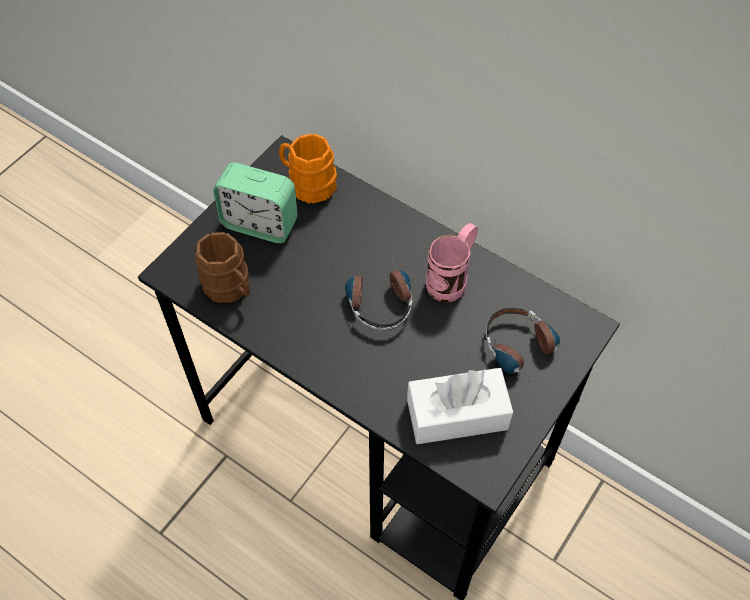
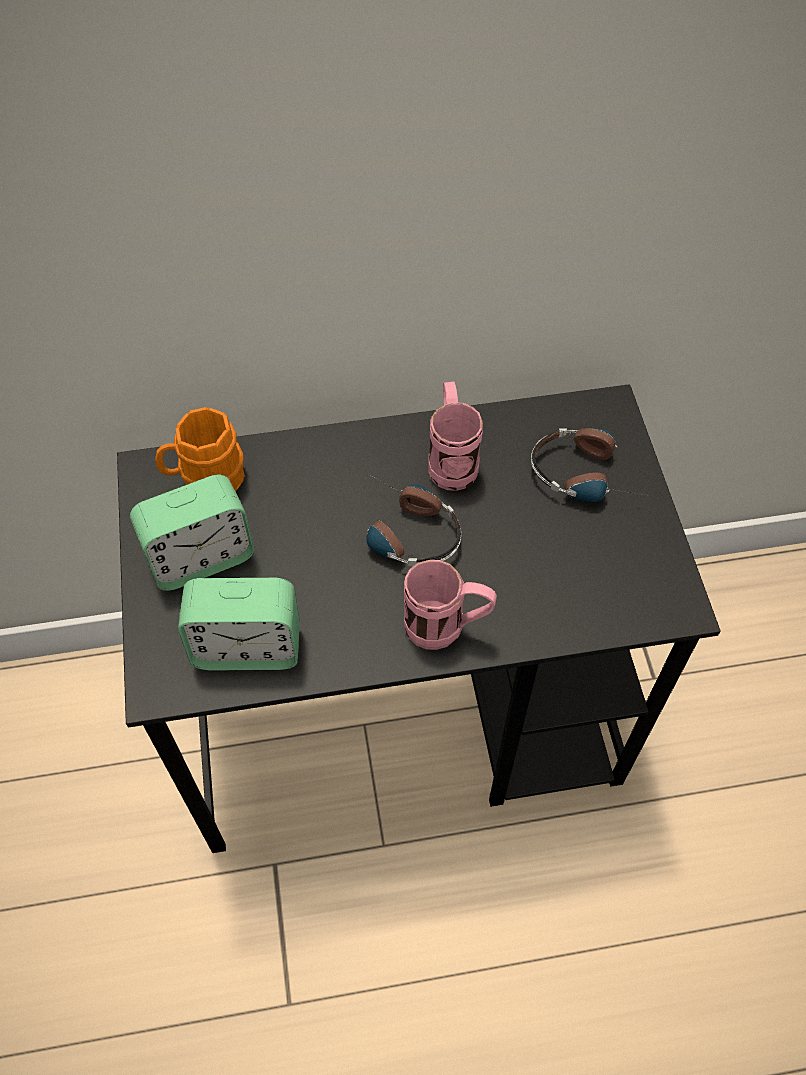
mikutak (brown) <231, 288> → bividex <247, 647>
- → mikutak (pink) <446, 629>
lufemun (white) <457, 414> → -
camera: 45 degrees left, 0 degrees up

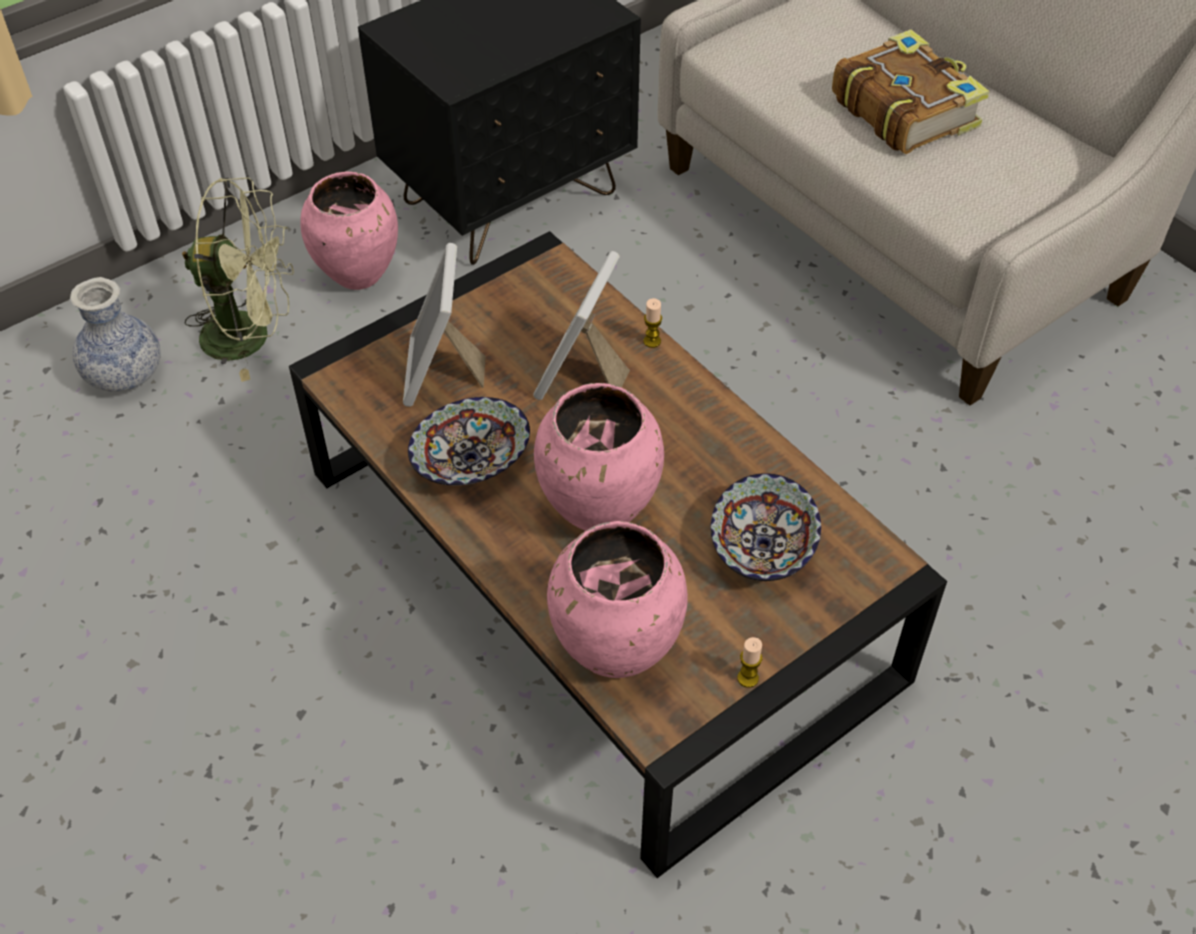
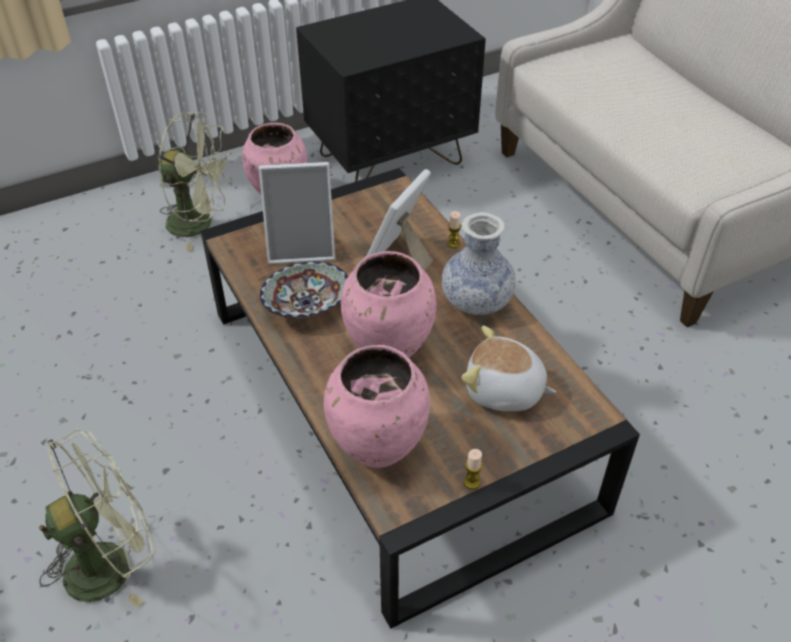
- → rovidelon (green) <111, 562>
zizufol <442, 373> → zizufol <302, 247>, 105 degrees counterclockwise
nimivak <124, 374> → nimivak <476, 301>, shifted
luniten <764, 547> → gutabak <504, 391>
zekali <904, 110> → -
camera: 10 degrees right, 5 degrees down

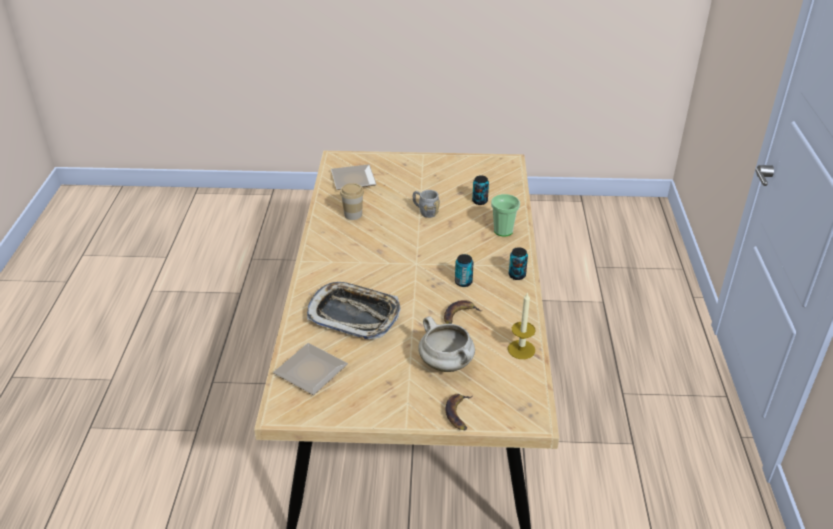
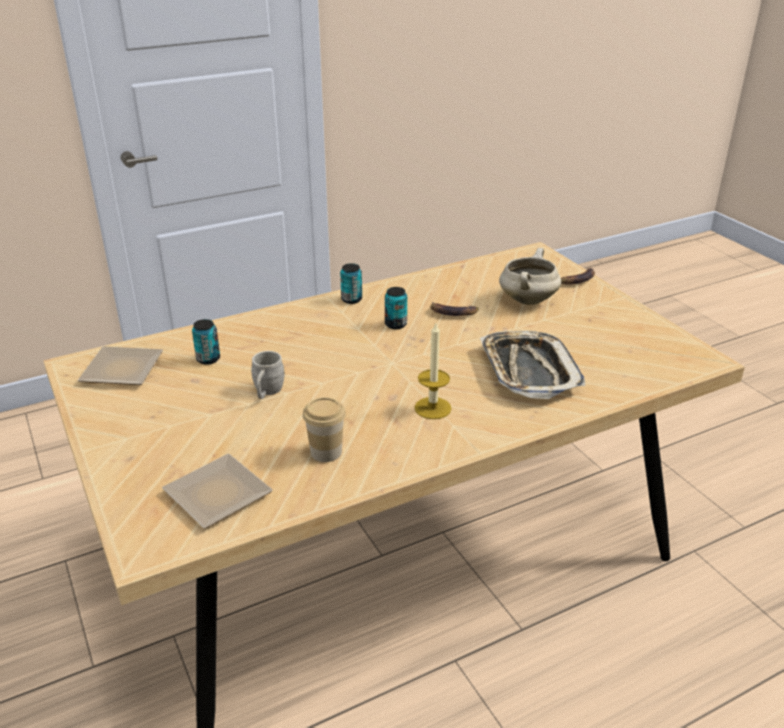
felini <313, 371> → felini <121, 368>, shifted
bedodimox <521, 349> → bedodimox <432, 408>, shifted
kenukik <503, 231> → -
camera: 120 degrees left, 5 degrees down

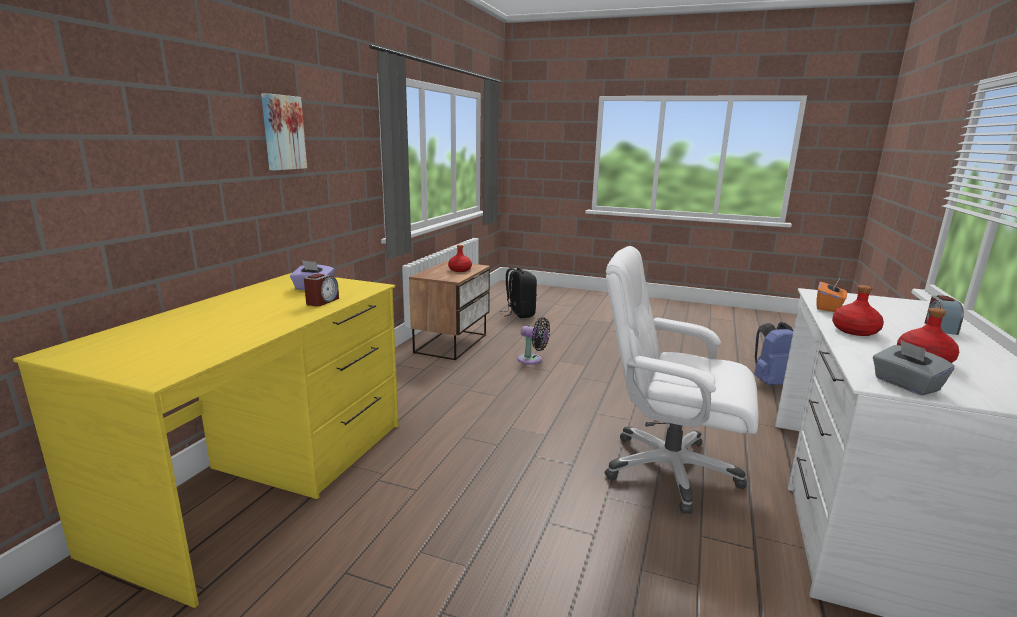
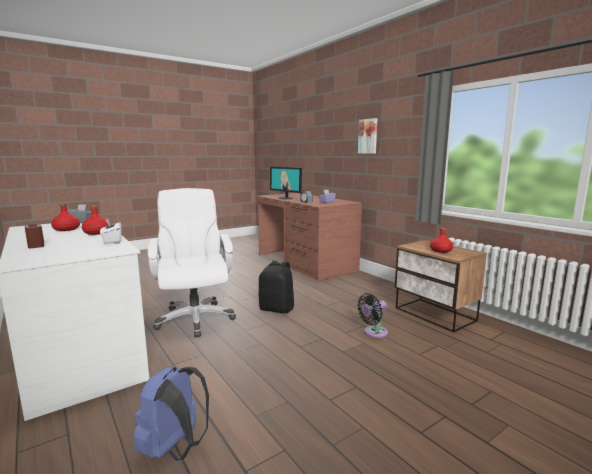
lufemun (orange) <828, 307> → lufemun (white) <112, 241>
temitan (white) <668, 469> → temitan (white) <195, 318>, 75 degrees counterclockwise
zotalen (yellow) <268, 479> → zotalen (brown) <305, 262>
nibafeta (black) <519, 314> → nibafeta (black) <277, 309>, shifted
- → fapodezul <286, 198>
camera: 125 degrees right, 5 degrees down

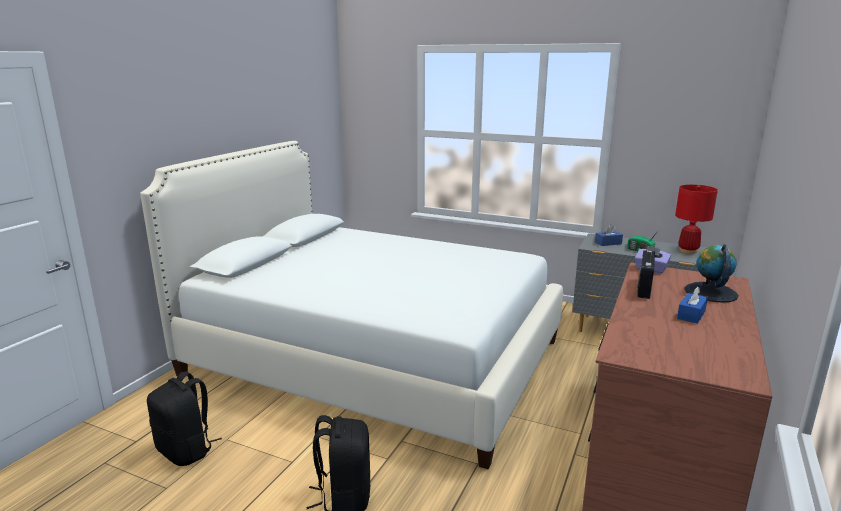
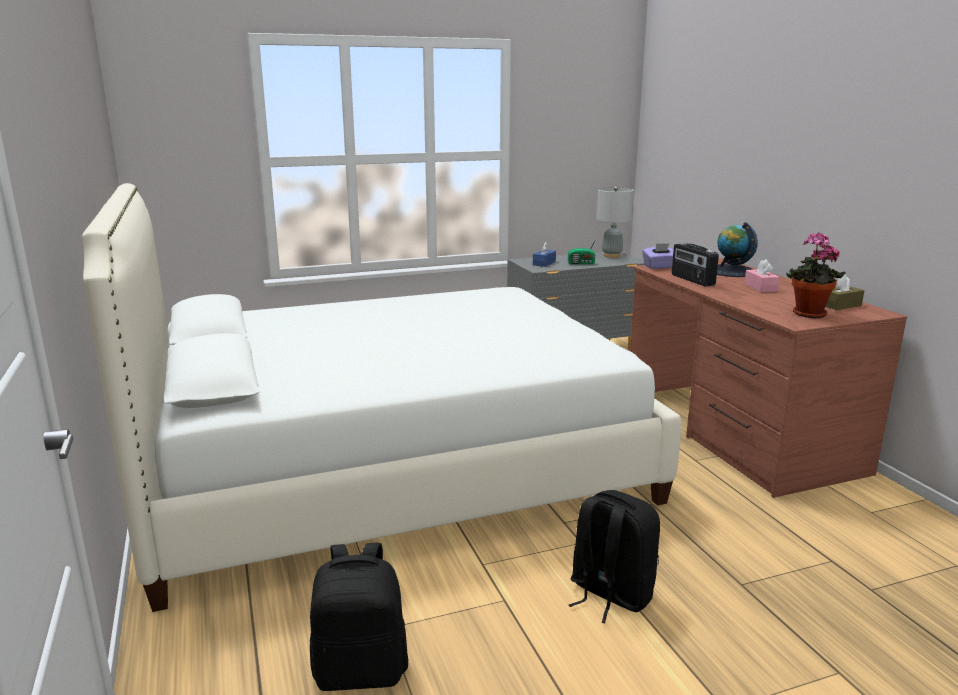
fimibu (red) <688, 251> → fimibu (grey) <611, 256>
lufemun (blue) <691, 315> → lufemun (pink) <760, 287>
- → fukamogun <808, 315>
- → lufemun (brown) <841, 305>
camera: 45 degrees left, 0 degrees up

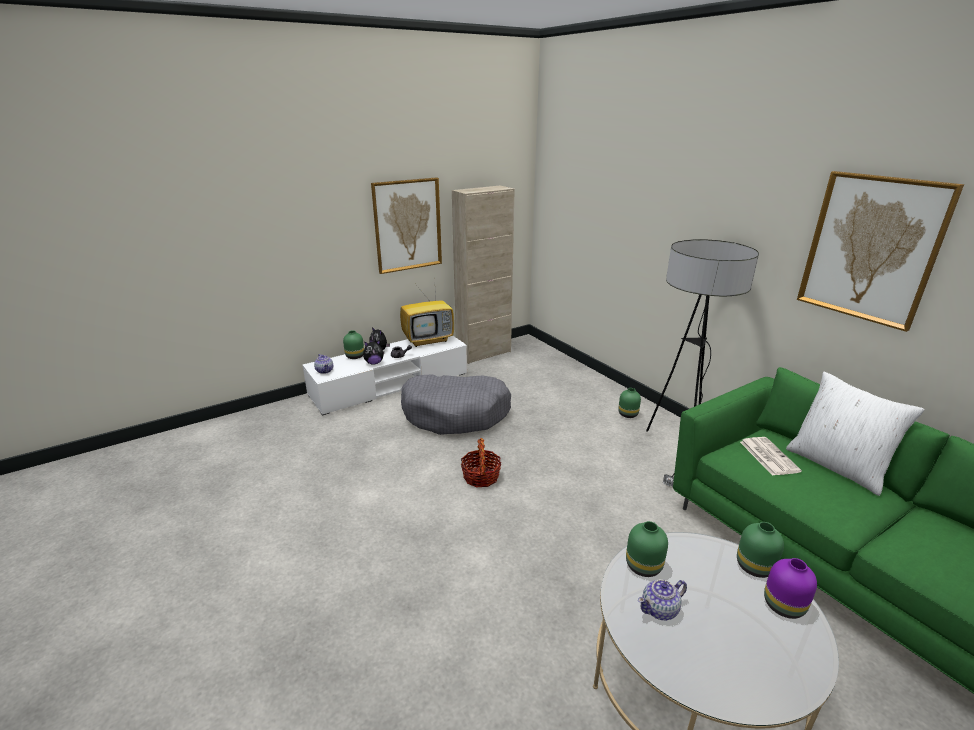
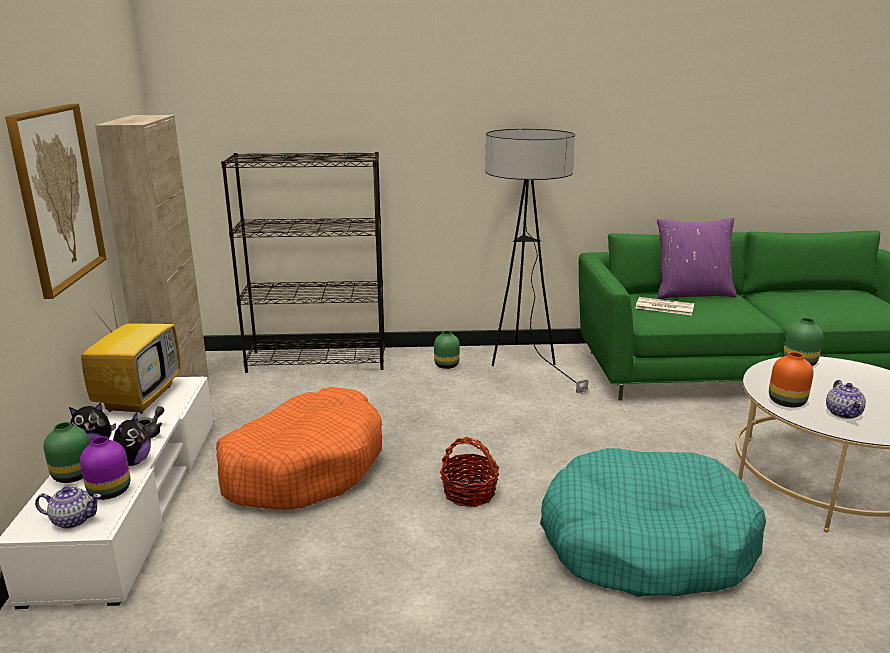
nimivak (purple) <784, 606> → nimivak (purple) <111, 491>, shifted
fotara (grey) <456, 414> → fotara (orange) <304, 466>
- → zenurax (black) <318, 360>
- → fotara (turquoise) <645, 543>
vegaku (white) <837, 466> → vegaku (purple) <692, 293>
nimivak (green) <643, 565> → nimivak (orange) <785, 402>
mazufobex <871, 249> → -
camera: 60 degrees left, 5 degrees down

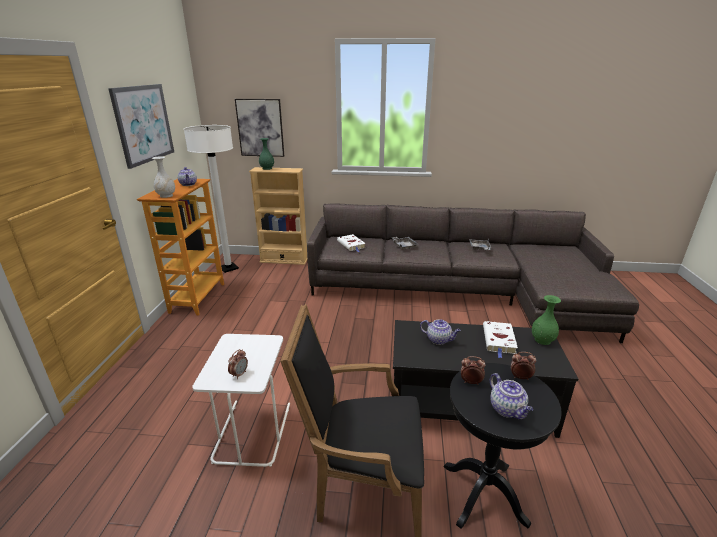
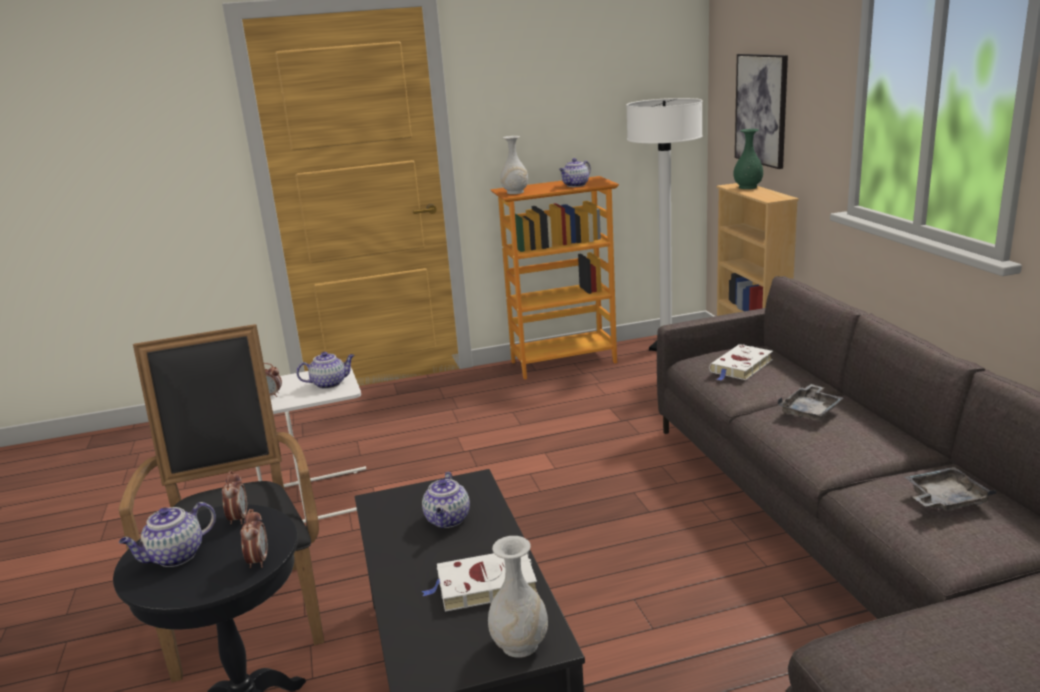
- → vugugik <329, 383>
nimivak (green) <542, 340> → nimivak (white) <520, 645>
mazufobex <143, 124> → -
camera: 70 degrees right, 5 degrees down

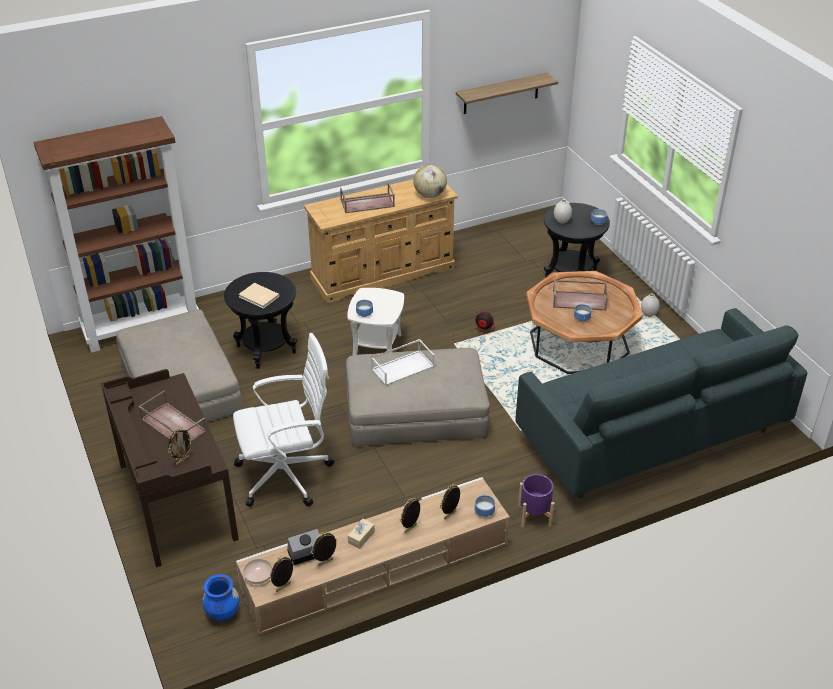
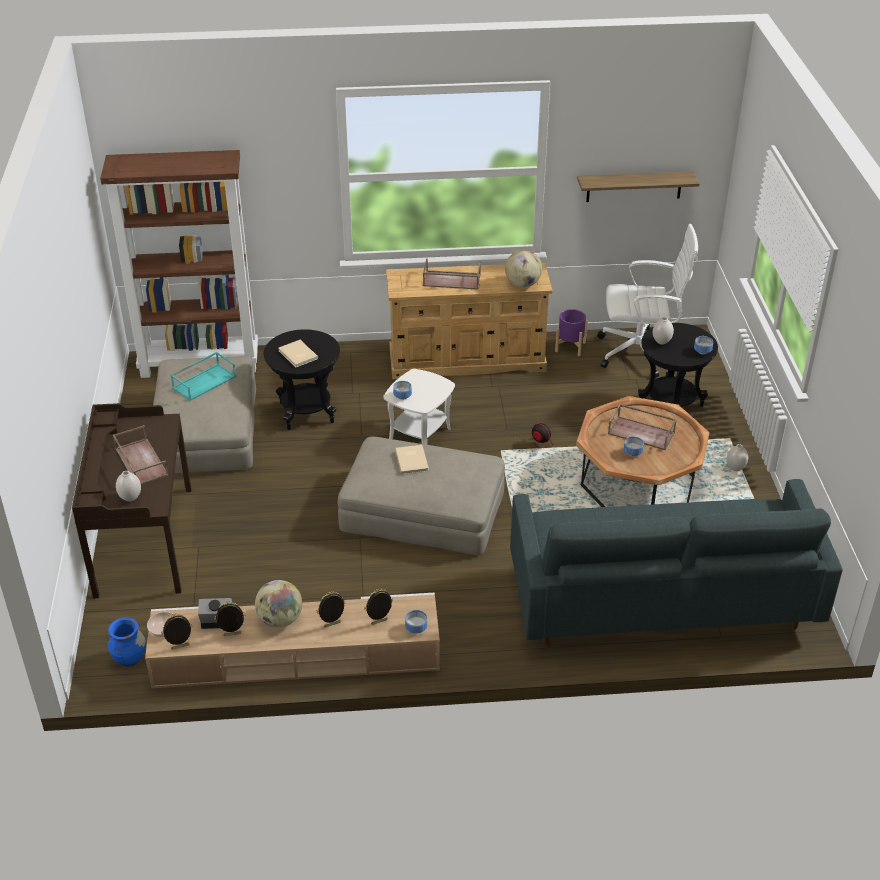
zizufol <182, 461> → nimivak (white) <130, 497>
- → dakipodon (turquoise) <204, 381>
lufemun (beige) <361, 537> → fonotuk <280, 620>
dakipodon (white) <403, 367> → zekali (beige) <412, 460>
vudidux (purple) <535, 515> → vudidux (purple) <570, 347>, shifted
temitan (white) <287, 475> → temitan (white) <641, 353>, shifted
camera: 20 degrees right, 0 degrees up

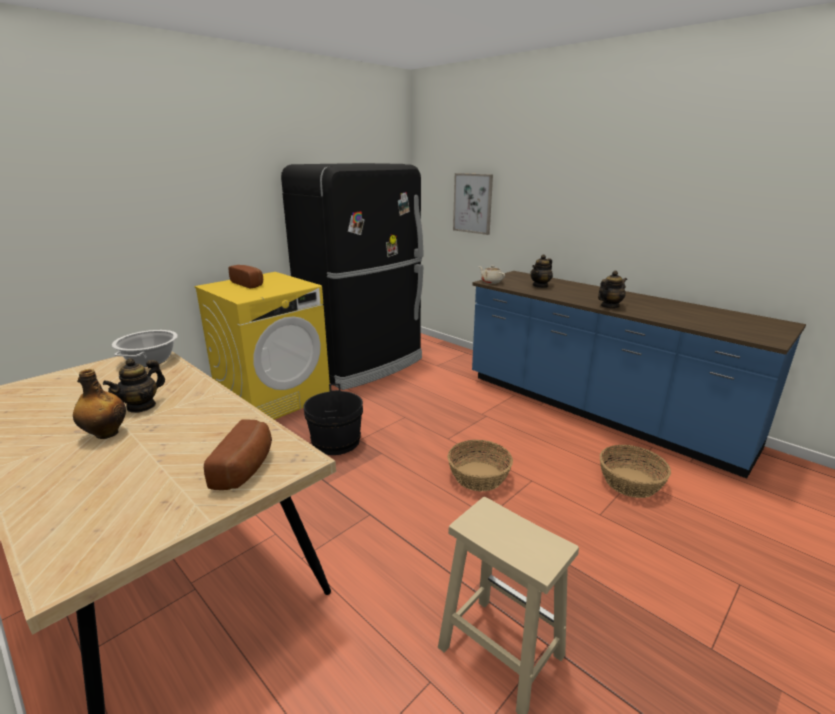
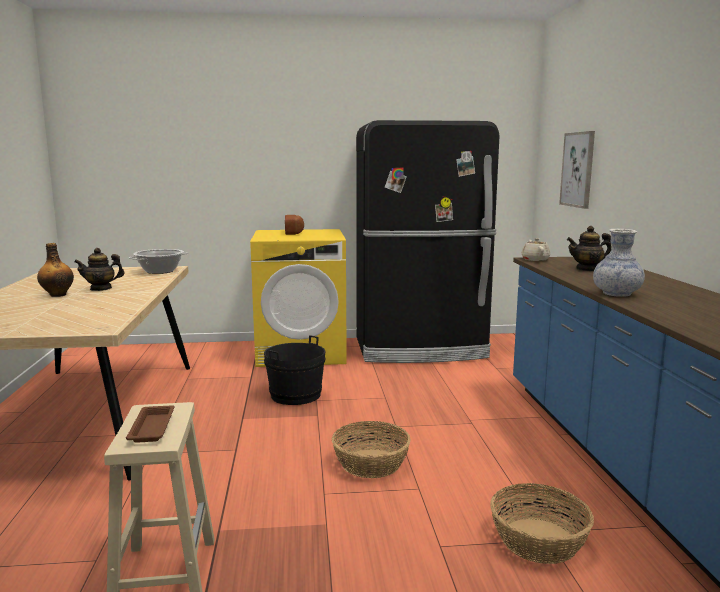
- → dakipodon (brown) <152, 427>
vugugik <609, 306> → nimivak <616, 294>
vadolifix <247, 468> → -
camera: 40 degrees right, 10 degrees down

